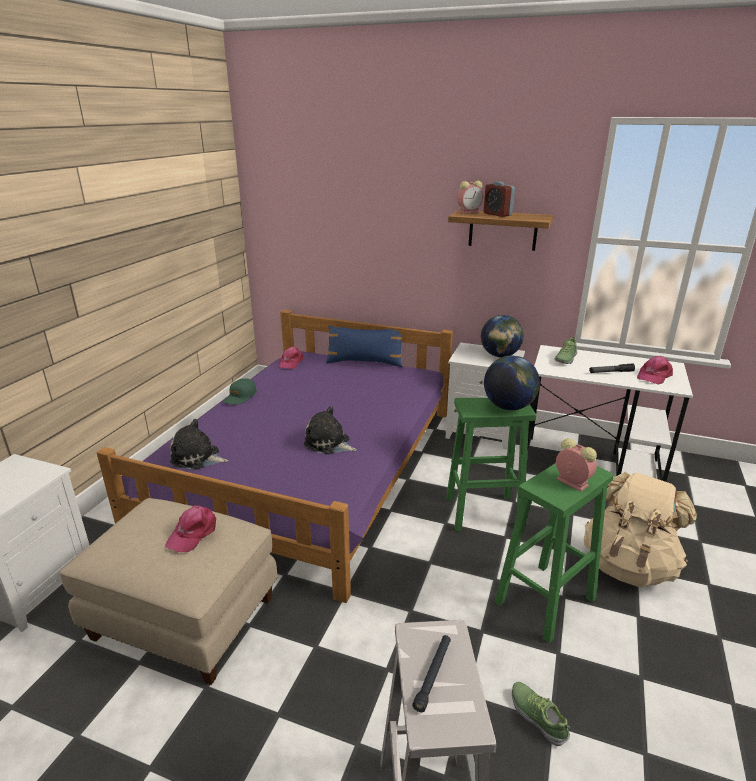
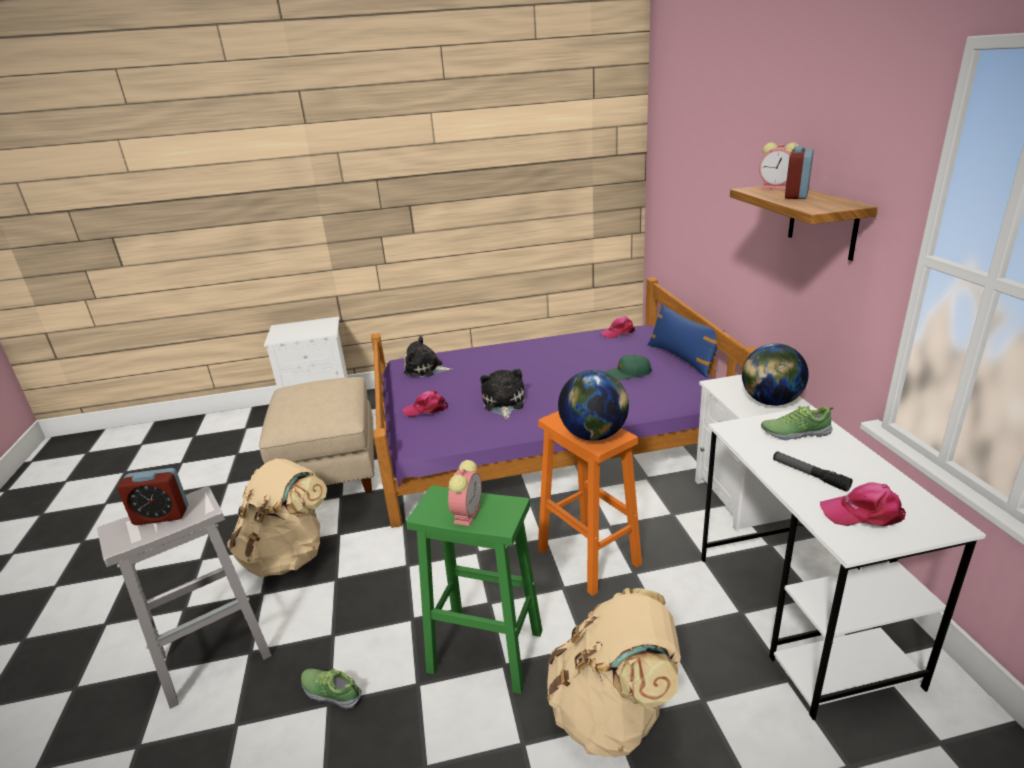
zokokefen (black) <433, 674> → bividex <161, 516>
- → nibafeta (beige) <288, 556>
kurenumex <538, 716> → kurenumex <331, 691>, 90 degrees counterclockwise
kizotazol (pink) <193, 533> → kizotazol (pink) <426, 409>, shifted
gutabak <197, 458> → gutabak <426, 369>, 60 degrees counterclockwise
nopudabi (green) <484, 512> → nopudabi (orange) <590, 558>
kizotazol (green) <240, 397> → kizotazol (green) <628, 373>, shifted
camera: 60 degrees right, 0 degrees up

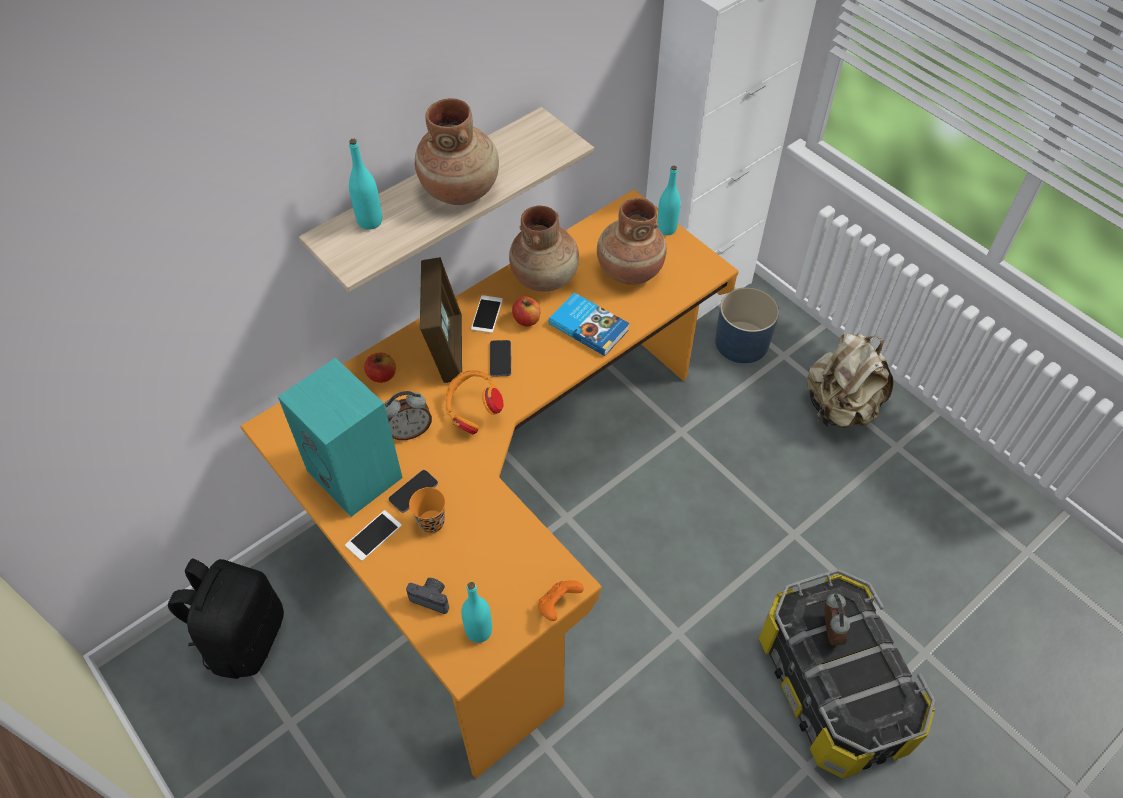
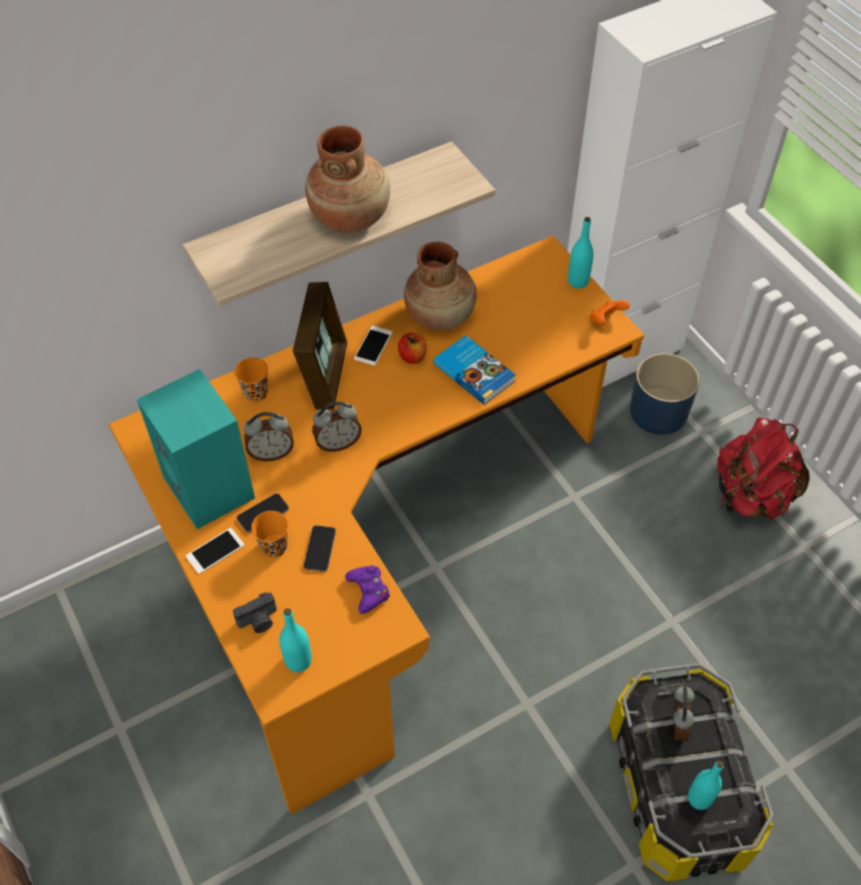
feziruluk <431, 598> → feziruluk <259, 621>, 120 degrees clockwise
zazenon <382, 375> → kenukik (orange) <256, 393>
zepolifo <500, 359> → zepolifo <320, 549>, shifted
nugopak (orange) <472, 412> → bividex <338, 443>
- → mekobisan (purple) <369, 591>
mekobisan (orange) <558, 605> → mekobisan (orange) <605, 320>, shifted
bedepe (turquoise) <370, 221> → bedepe (turquoise) <699, 798>, shifted
nibafeta (beige) <839, 408> → nibafeta (red) <750, 496>
nibafeta (black) <244, 638> → -
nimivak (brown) <629, 271> → -
camera: 10 degrees right, 0 degrees up

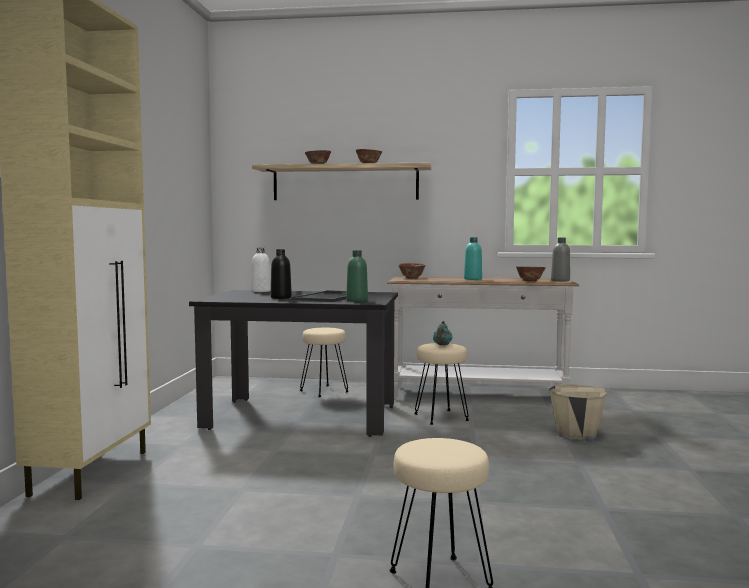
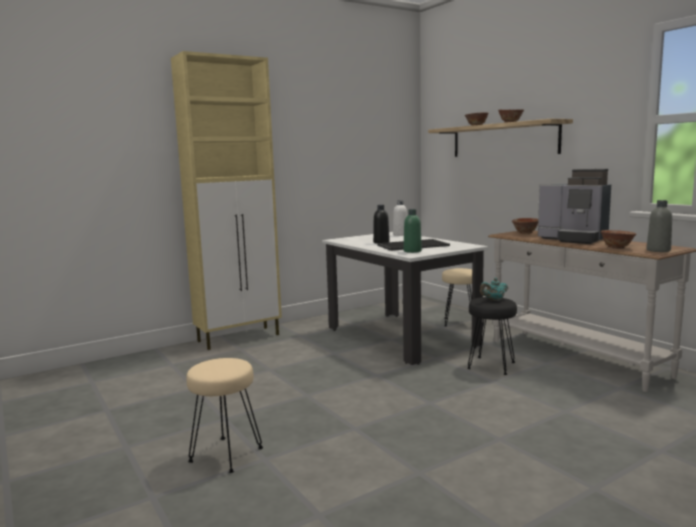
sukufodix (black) <302, 416> → sukufodix (white) <400, 337>
nopudabi (beige) <441, 417> → nopudabi (black) <491, 366>
bedepe (turquoise) <472, 279> → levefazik <574, 239>
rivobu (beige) <576, 434> → -
camera: 50 degrees right, 5 degrees up

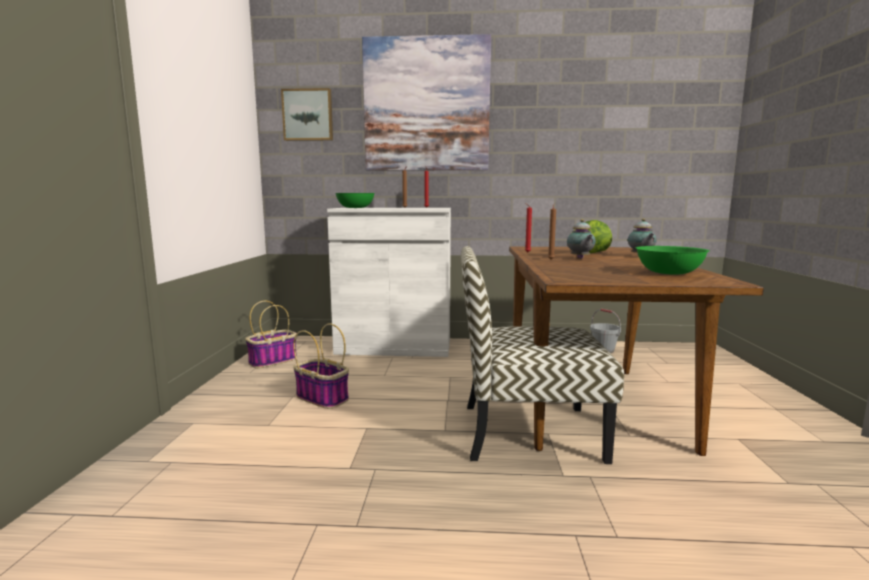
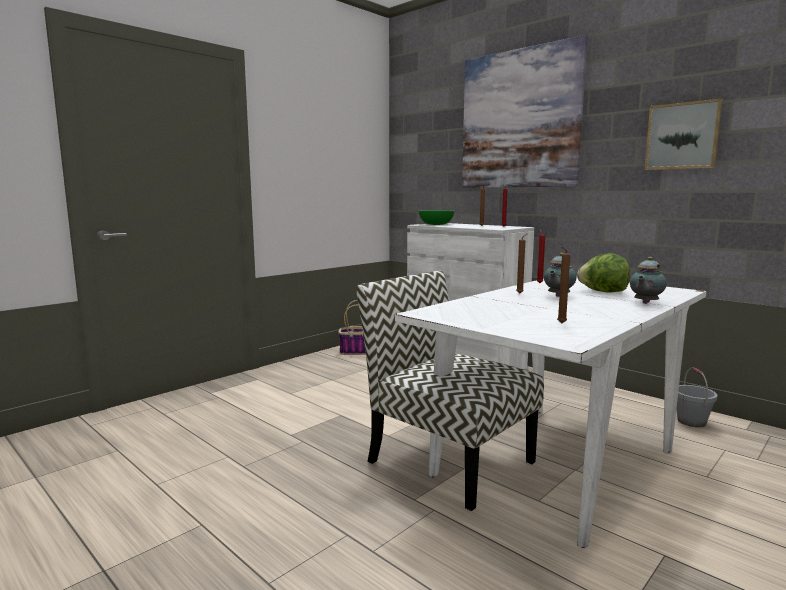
sukufodix (brown) <589, 403> → sukufodix (white) <556, 461>
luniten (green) <668, 273> → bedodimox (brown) <560, 323>
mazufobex <308, 115> → mazufobex <683, 136>, shifted
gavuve <323, 398> → -
camera: 40 degrees right, 0 degrees up

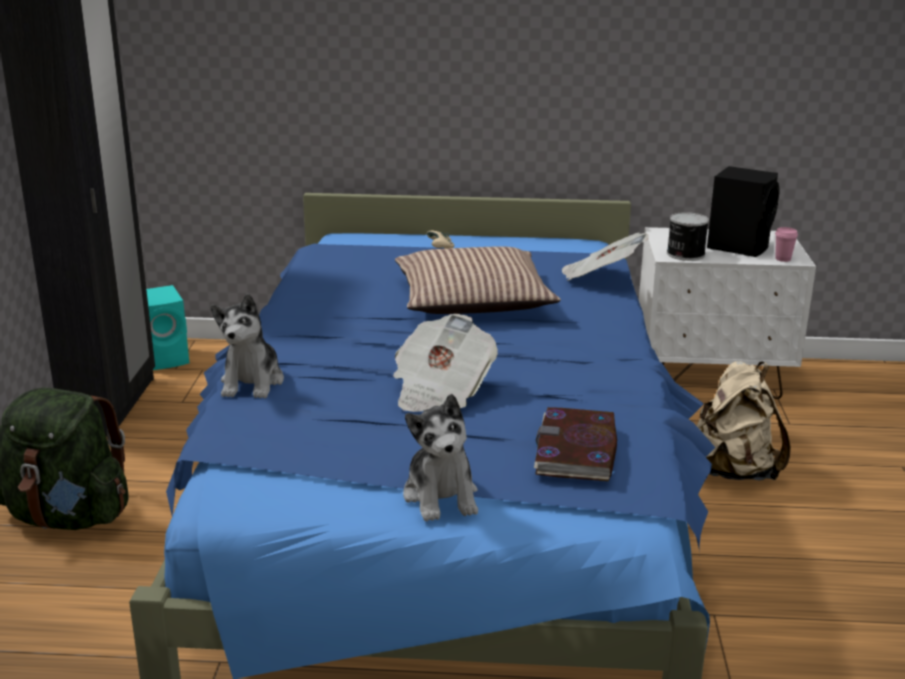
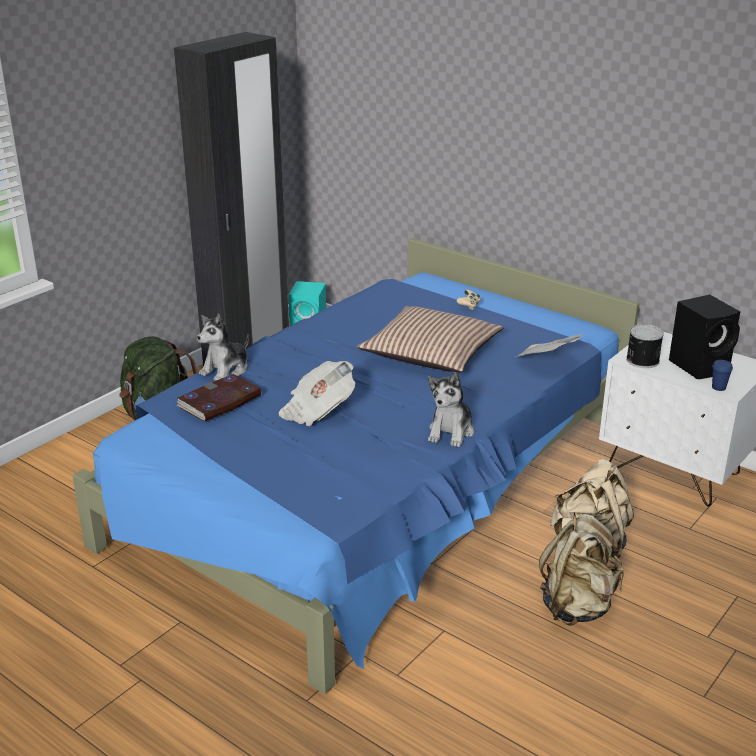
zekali <576, 450> → zekali <219, 401>, shifted
gutabak <441, 496> → gutabak <451, 432>, shifted
- → nibafeta (beige) <577, 606>
kenukik (pink) <783, 259> → kenukik (blue) <718, 387>
camera: 35 degrees right, 5 degrees up

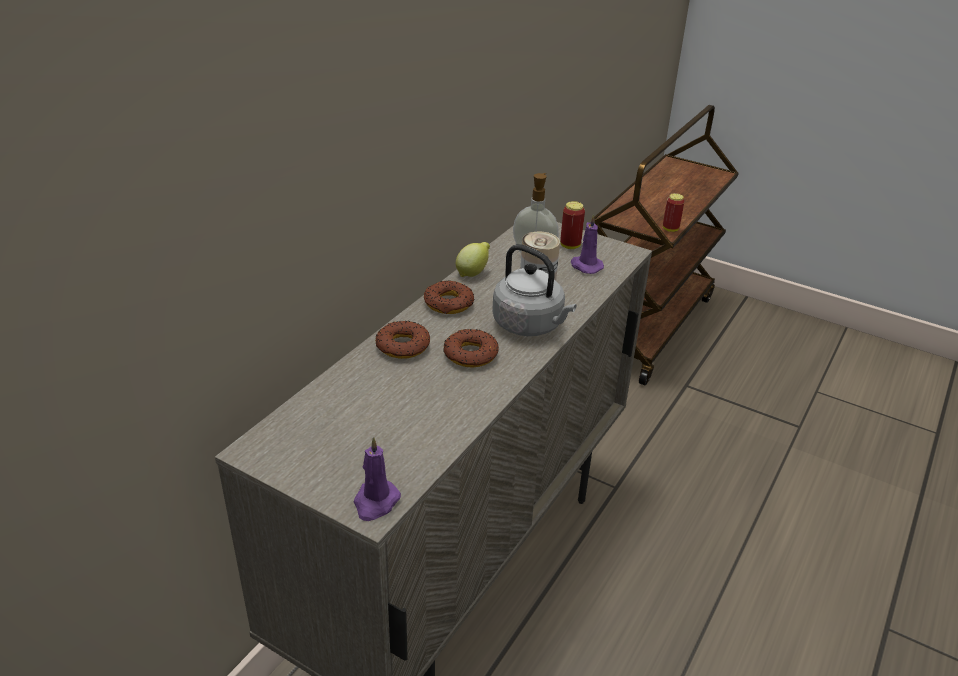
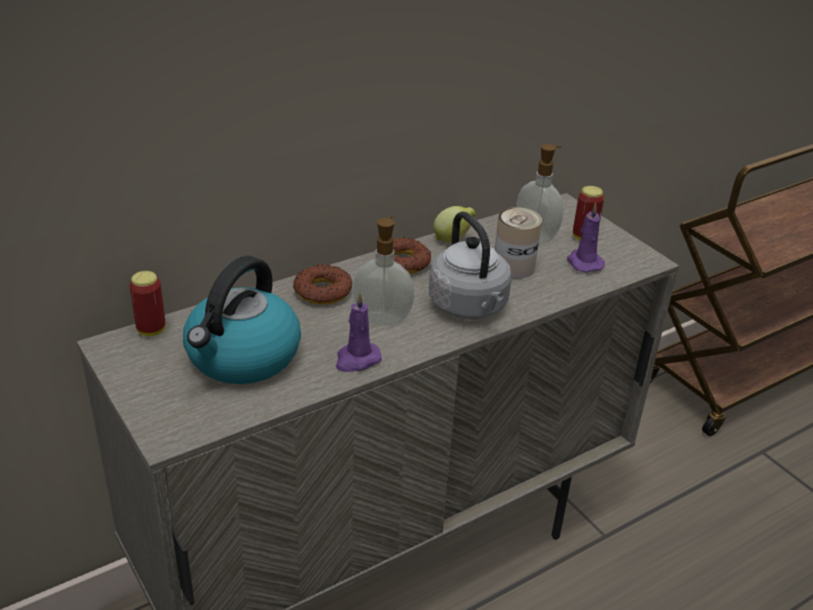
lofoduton <670, 229> → lofoduton <151, 330>, shifted
- → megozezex <242, 357>
bedodimox (purple) <375, 502> → bedodimox (purple) <357, 359>, shifted
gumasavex <470, 354> → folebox <383, 318>
camera: 25 degrees right, 0 degrees up

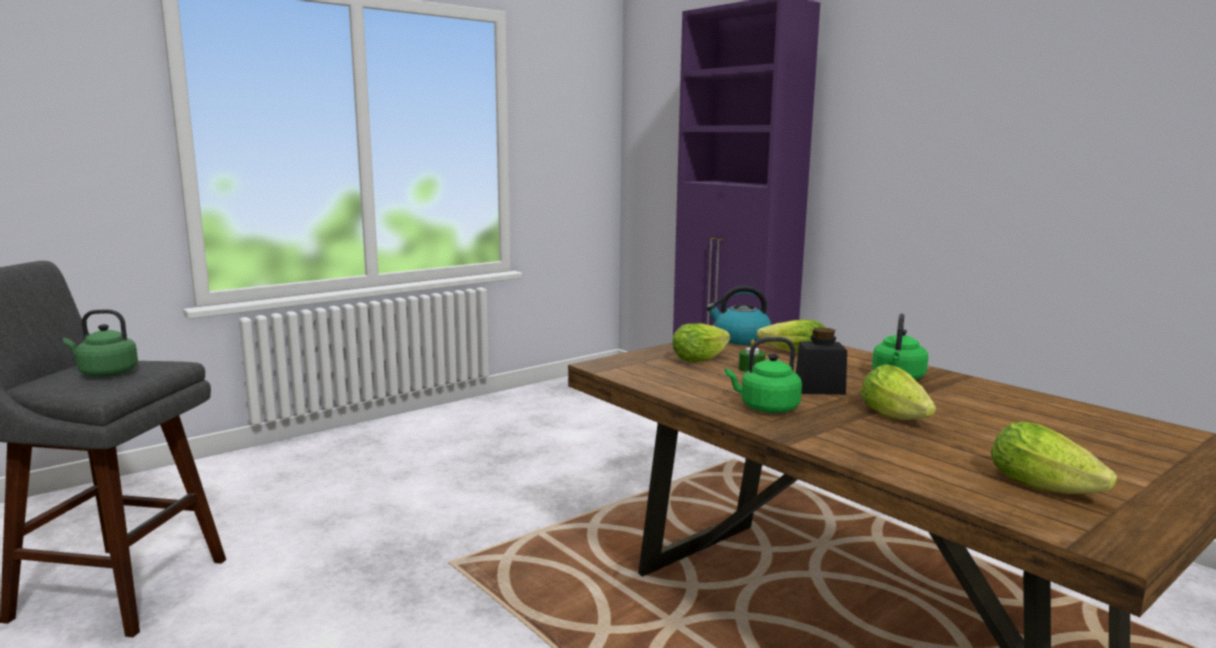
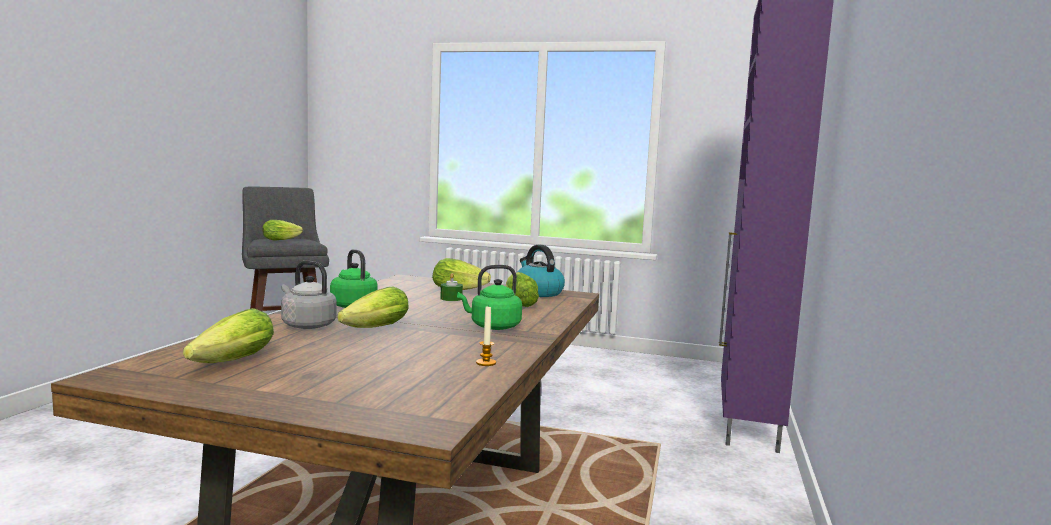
megozezex (green) <105, 373> → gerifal <283, 239>
- → megozezex (grey) <306, 325>
- → bedodimox <486, 363>
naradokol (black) <819, 388> → -
camera: 55 degrees right, 5 degrees down

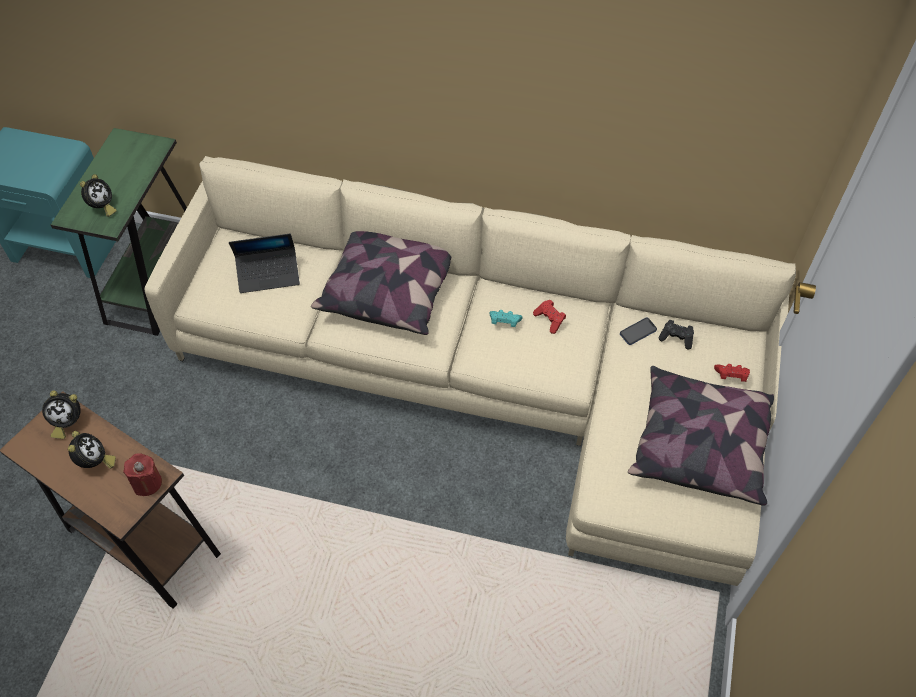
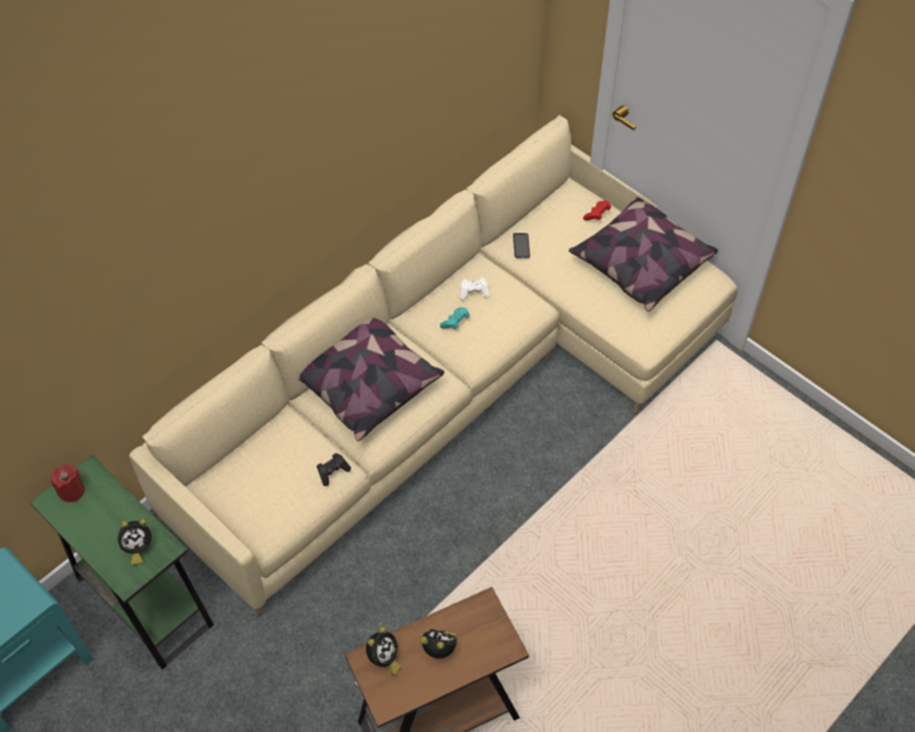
bedodimox (red) <147, 483> → bedodimox (red) <71, 491>, shifted
bividex <102, 208> → bividex <137, 548>, 105 degrees clockwise
mekobisan (black) <676, 338> → mekobisan (black) <333, 472>, shifted
mekobisan (red) <550, 320> → mekobisan (white) <474, 292>
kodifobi <268, 274> → -
camera: 60 degrees left, 0 degrees up

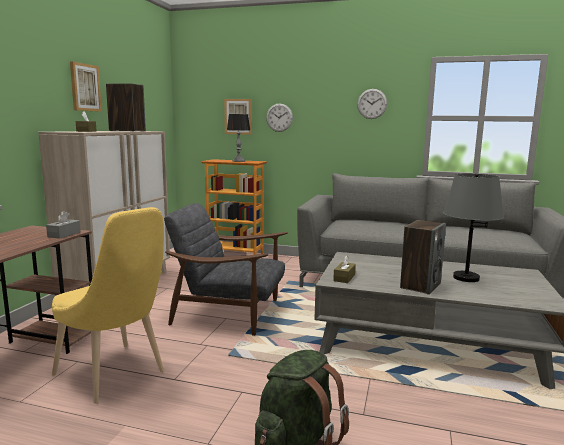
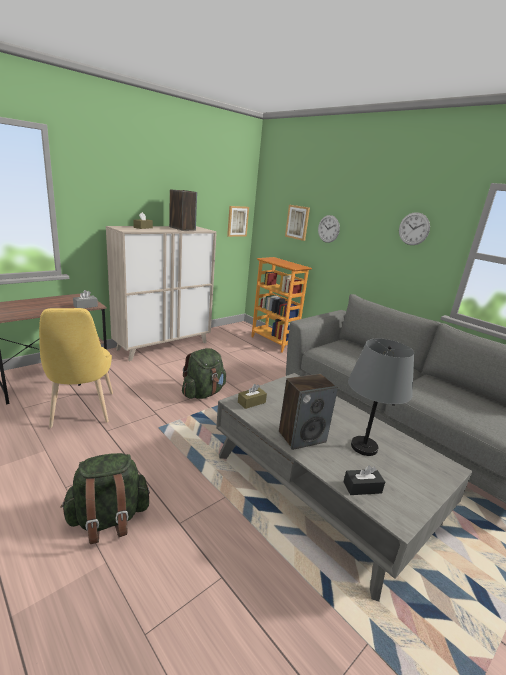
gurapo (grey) <229, 313> → nibafeta (green) <203, 393>
mazufobex <85, 87> → mazufobex <237, 221>, shifted
- → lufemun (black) <362, 487>
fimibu <238, 161> → -
camera: 30 degrees right, 10 degrees up

